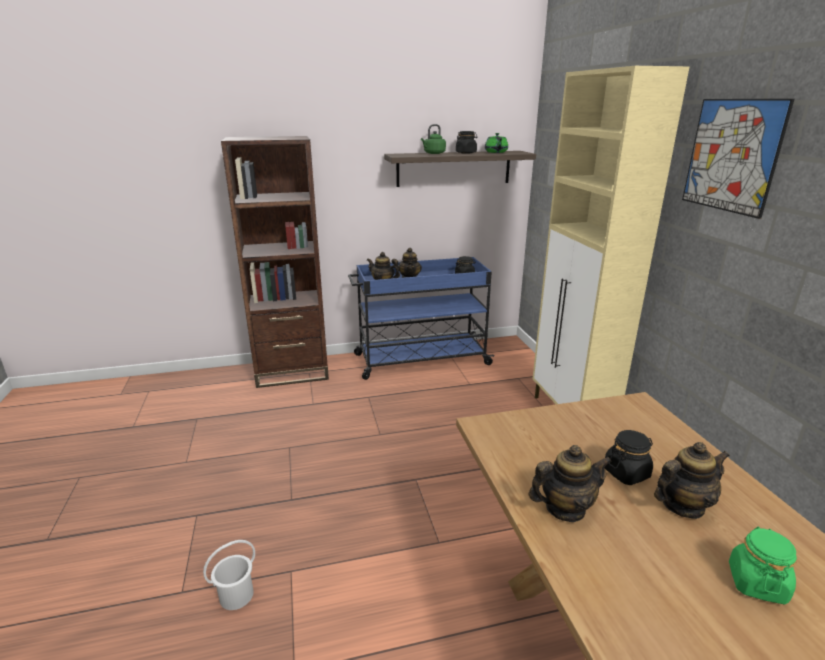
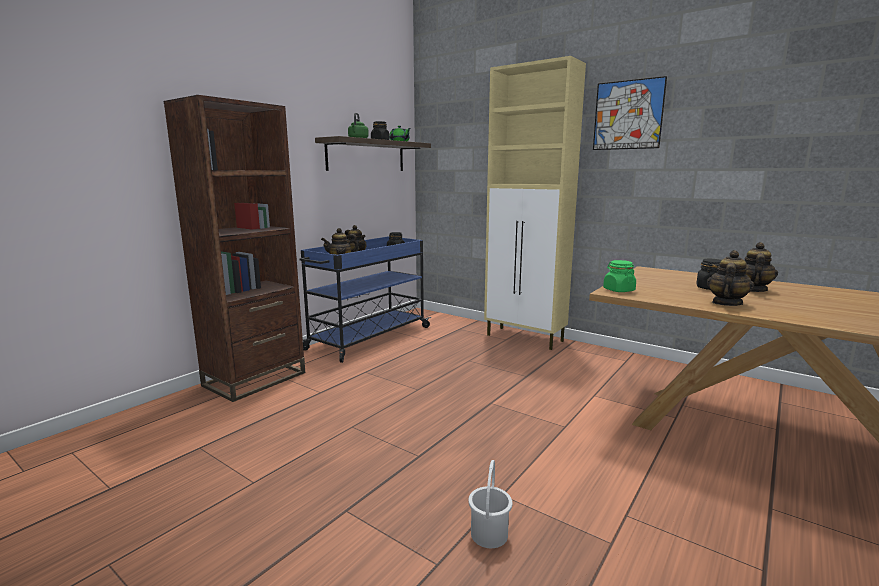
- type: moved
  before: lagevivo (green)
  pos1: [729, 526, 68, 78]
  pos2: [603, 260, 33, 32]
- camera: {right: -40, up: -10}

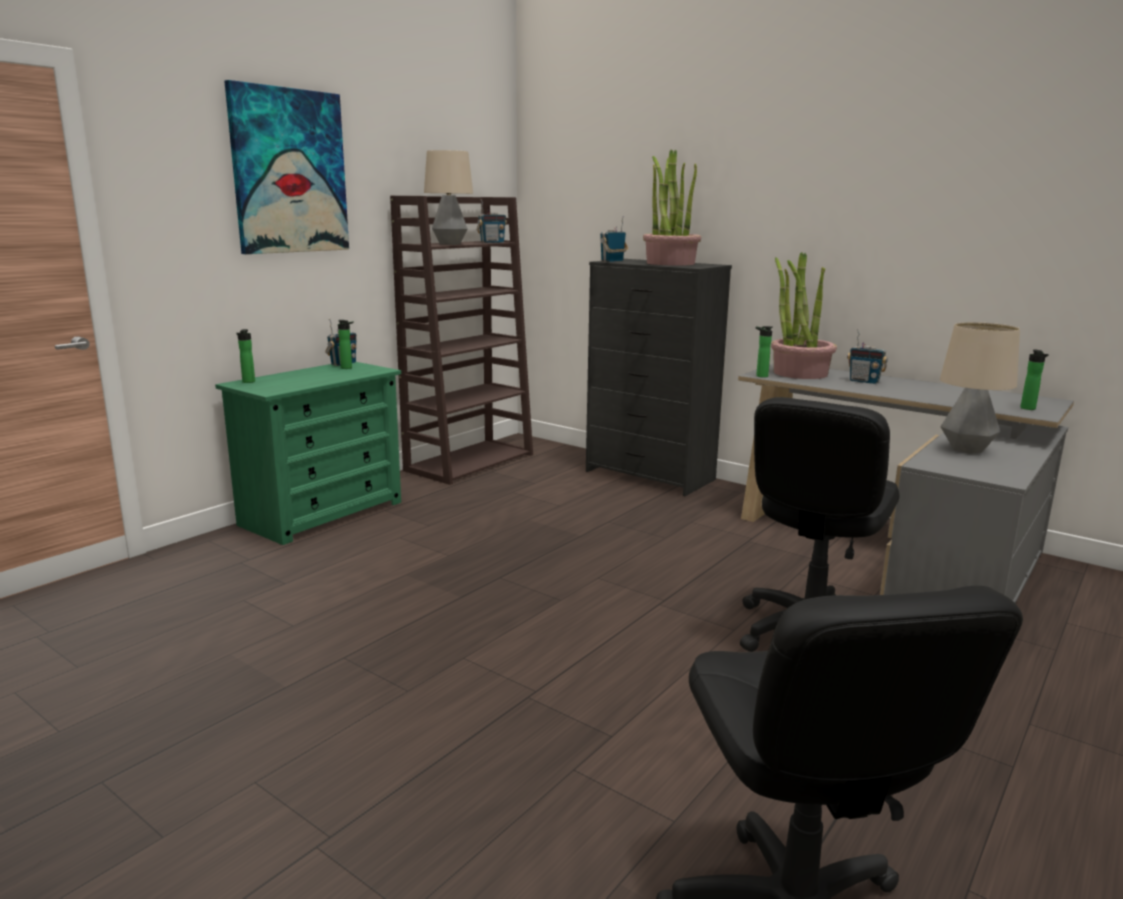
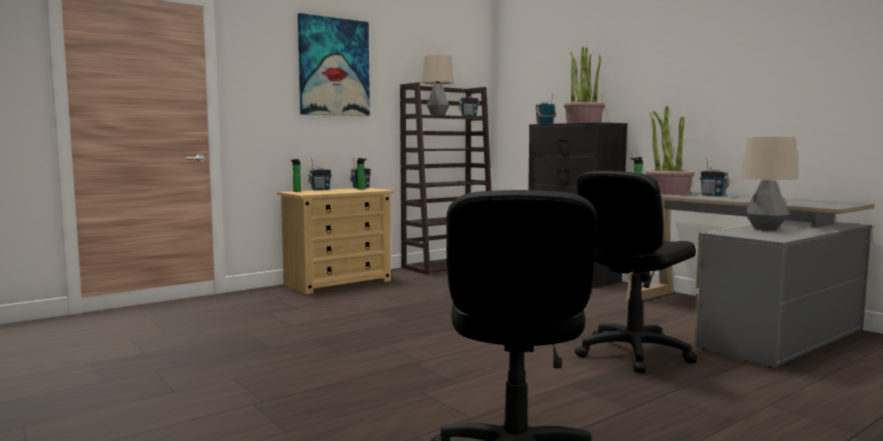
- type: removed
  before: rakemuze
  pos1: [1020, 349, 29, 61]
- type: added
  after: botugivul
  pos2: [308, 159, 24, 31]
- type: recoloured
  before: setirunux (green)
  after: setirunux (beige)
  pos1: [215, 362, 186, 183]
  pos2: [277, 188, 117, 106]
- camera: {right: 15, up: -10}

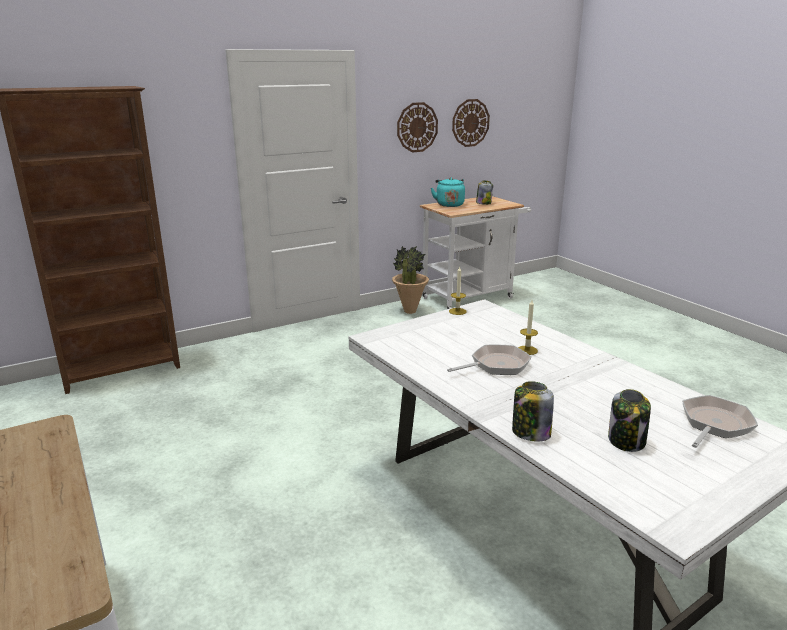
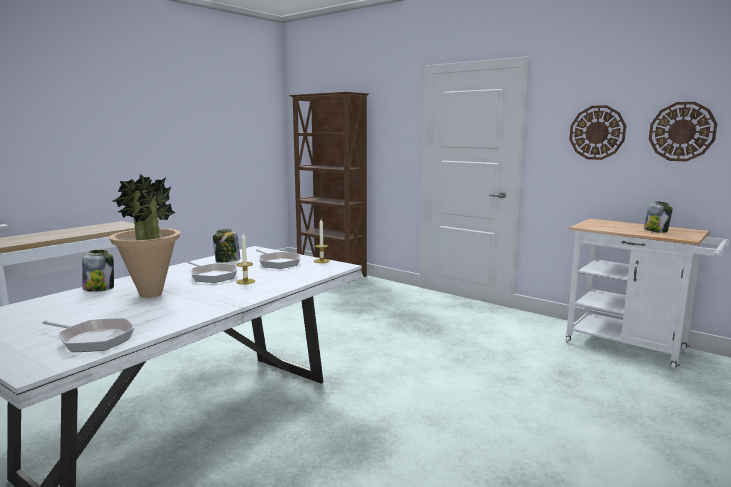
- type: removed
  before: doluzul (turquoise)
  pos1: [431, 177, 34, 30]
- type: added
  after: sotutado
  pos2: [256, 249, 45, 20]
- type: moved
  before: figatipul
  pos1: [392, 246, 37, 68]
  pos2: [109, 174, 72, 124]
- type: moved
  before: lagevivo
  pos1: [608, 389, 43, 63]
  pos2: [213, 229, 27, 34]
- camera: {right: 70, up: -10}

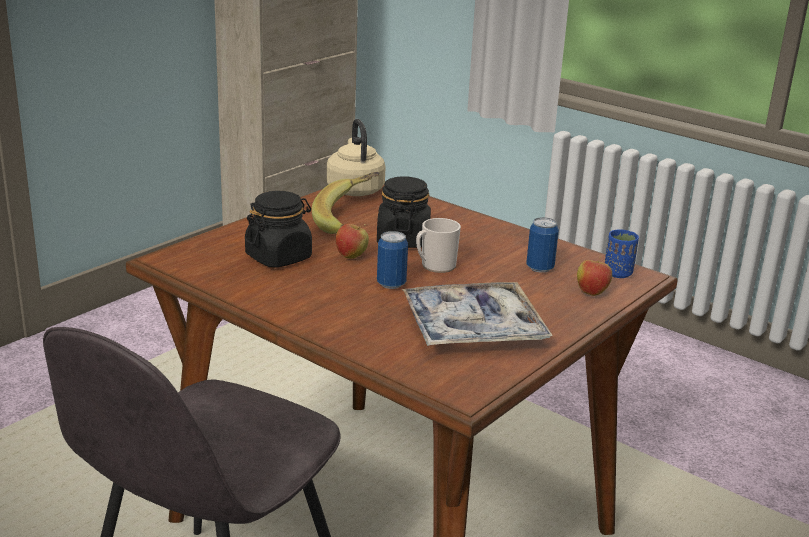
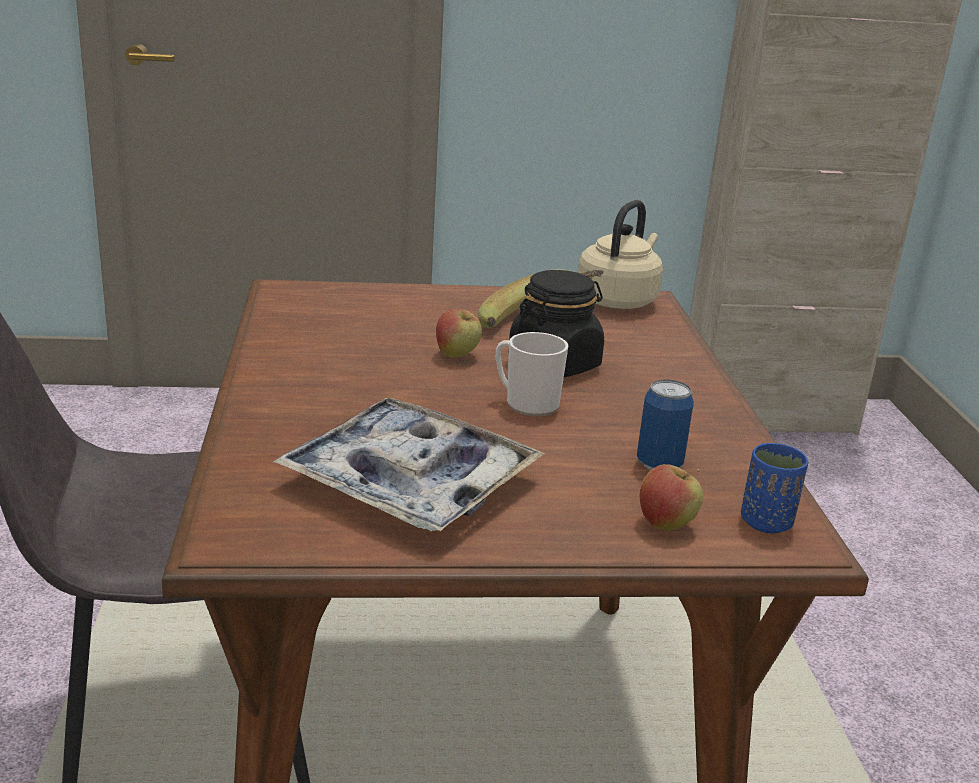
- type: removed
  before: lagevivo (black)
  pos1: [245, 191, 67, 77]
- type: removed
  before: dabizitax
  pos1: [377, 231, 31, 58]
- camera: {right: 45, up: 0}

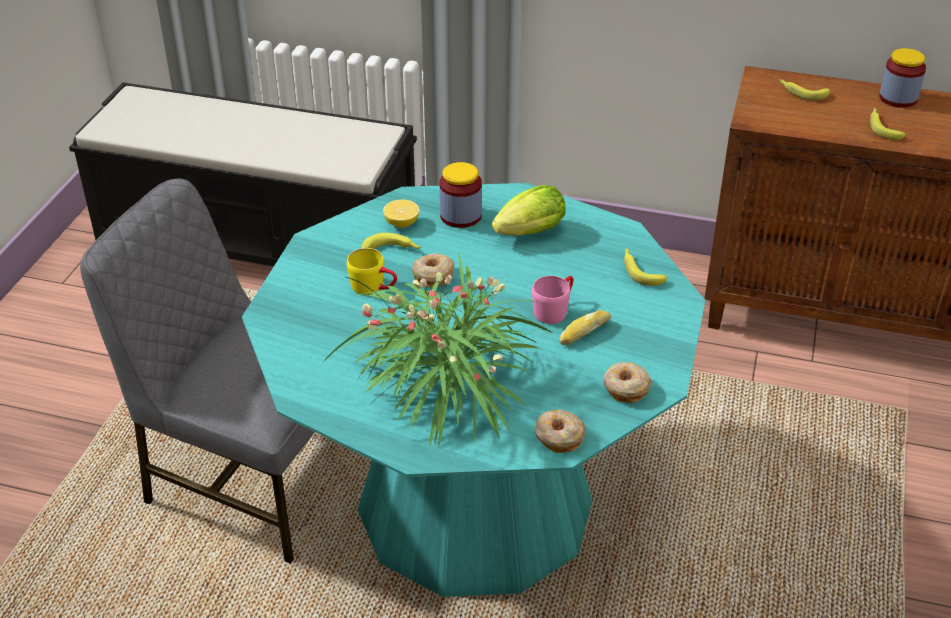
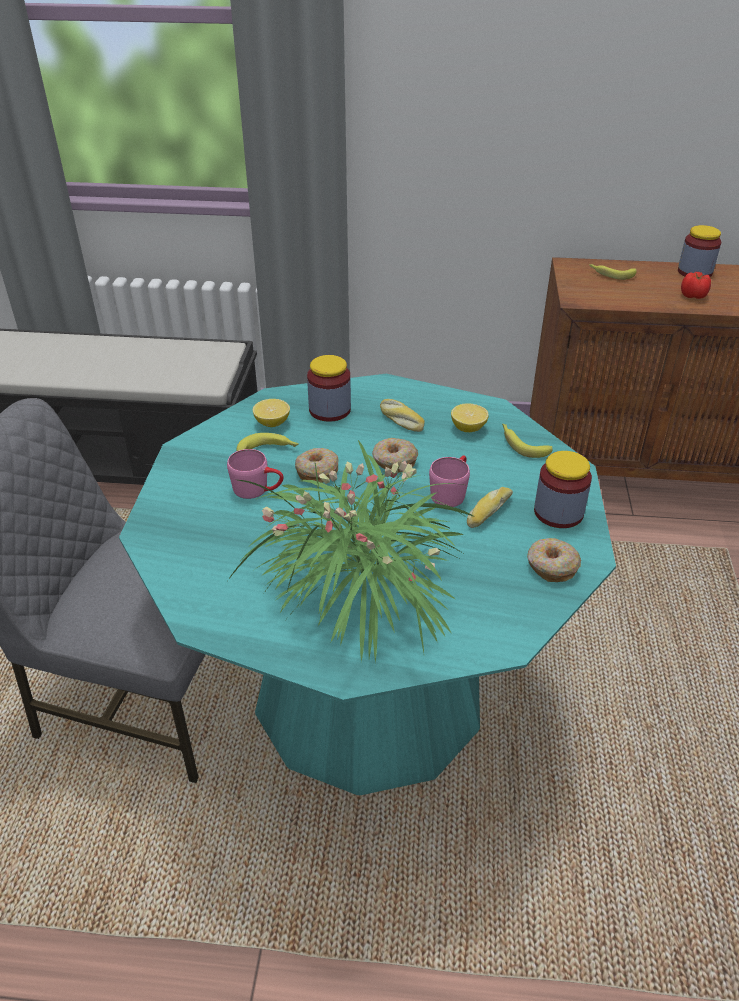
- type: added
  after: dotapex
  pos2: [451, 403, 38, 29]
- type: added
  after: lagevivo
  pos2: [534, 451, 58, 77]
- type: moved
  before: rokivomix
  pos1: [535, 409, 51, 44]
  pos2: [372, 438, 46, 35]
- type: replaced
  before: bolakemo
  after: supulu
  pos1: [492, 185, 74, 51]
  pos2: [380, 399, 45, 33]
- type: replaced
  before: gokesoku
  after: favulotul
  pos1: [870, 108, 36, 32]
  pos2: [681, 272, 30, 27]
- type: recoloured
  before: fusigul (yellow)
  after: fusigul (pink)
  pos1: [347, 248, 50, 47]
  pos2: [227, 449, 57, 50]
- camera: {right: -10, up: 0}

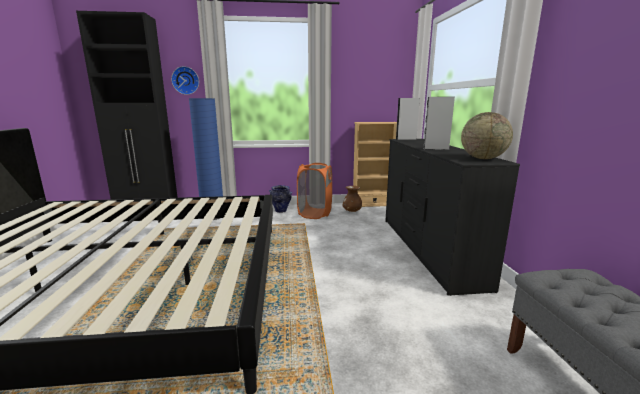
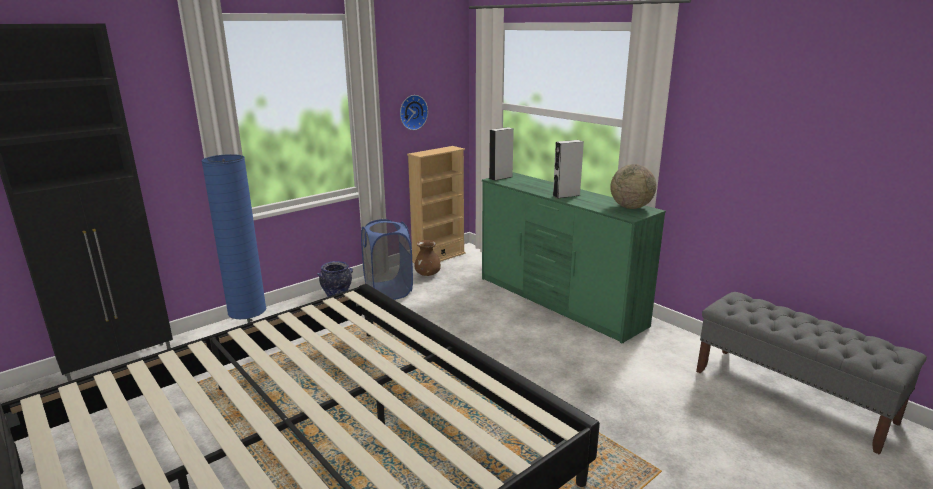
- type: moved
  before: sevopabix
  pos1: [171, 66, 28, 29]
  pos2: [400, 95, 28, 35]
- type: recoloured
  before: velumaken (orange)
  after: velumaken (blue)
  pos1: [297, 163, 35, 56]
  pos2: [361, 219, 52, 81]
- type: recoloured
  before: setirunux (black)
  after: setirunux (green)
  pos1: [385, 139, 135, 157]
  pos2: [482, 172, 184, 172]
- camera: {right: -35, up: 5}

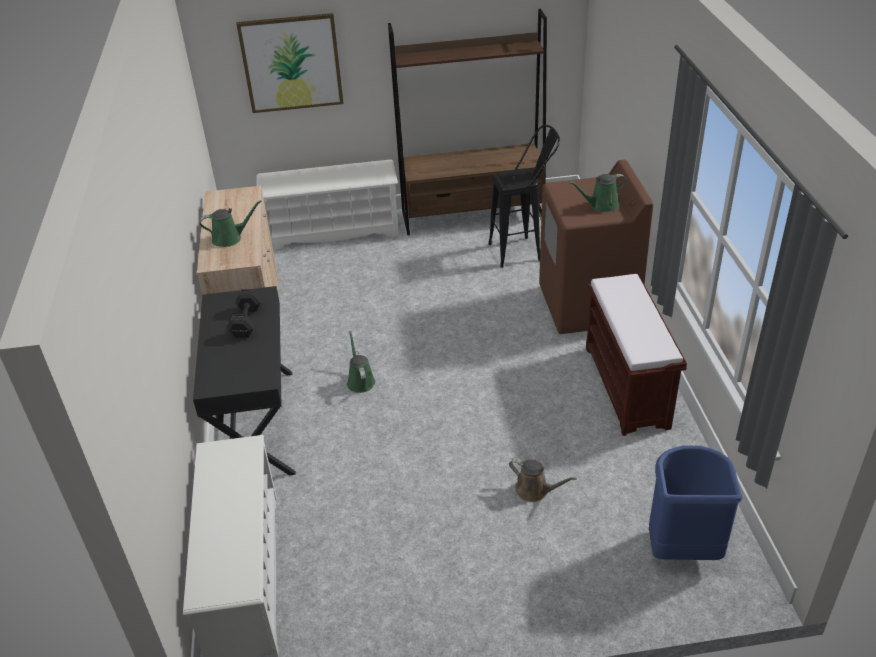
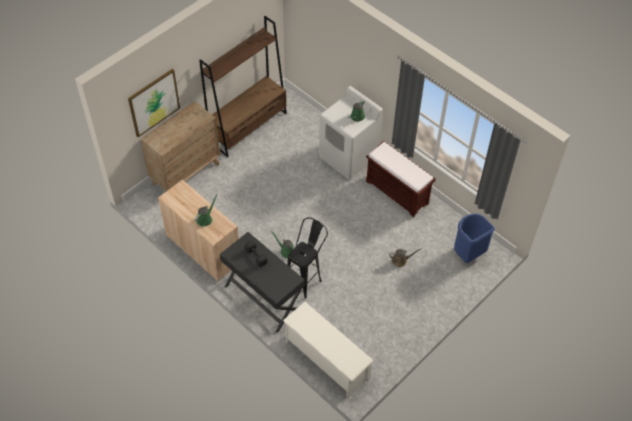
- type: moved
  before: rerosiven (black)
  pos1: [488, 125, 72, 143]
  pos2: [287, 217, 41, 82]
- type: replaced
  before: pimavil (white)
  after: setirunux (brown)
  pos1: [256, 159, 143, 91]
  pos2: [141, 101, 79, 90]
- type: recoloured
  before: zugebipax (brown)
  after: zugebipax (white)
  pos1: [539, 160, 115, 174]
  pos2: [319, 86, 64, 94]
- camera: {right: -40, up: 15}

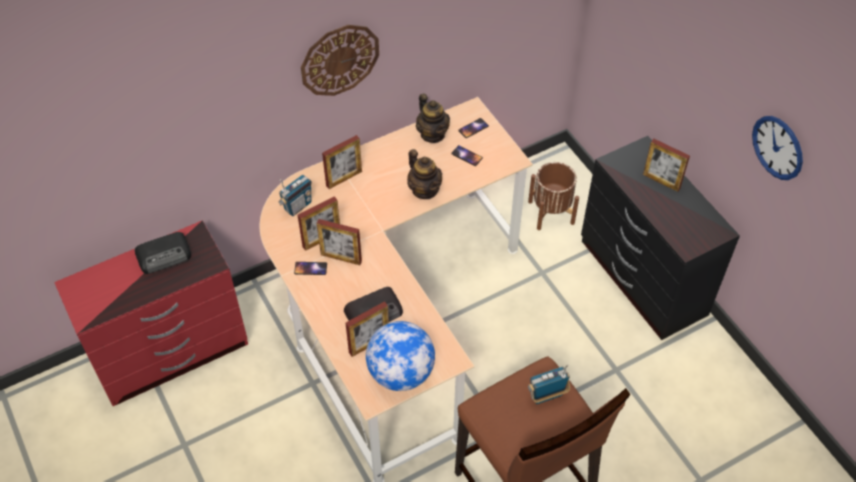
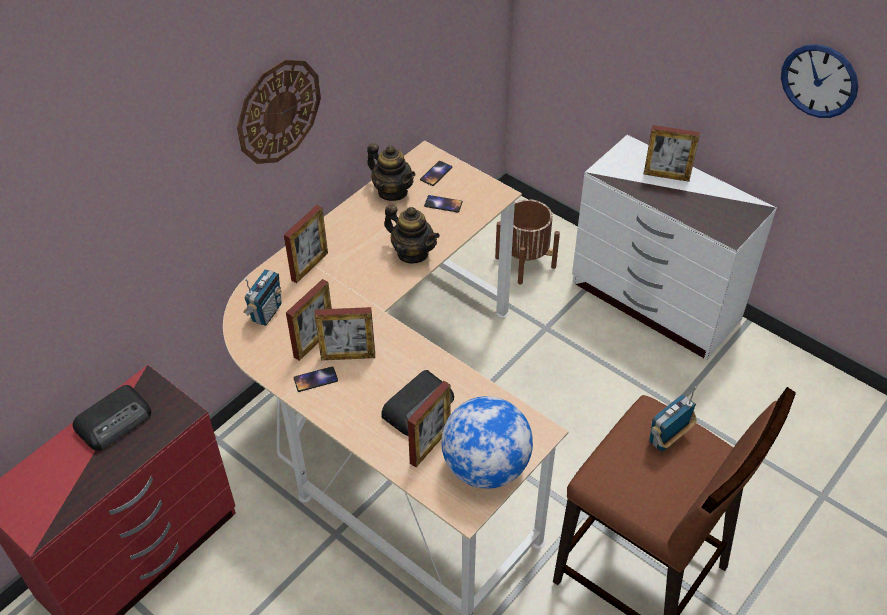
- type: recoloured
  before: setirunux (black)
  after: setirunux (white)
  pos1: [581, 136, 159, 204]
  pos2: [572, 135, 205, 225]
- camera: {right: -20, up: -5}

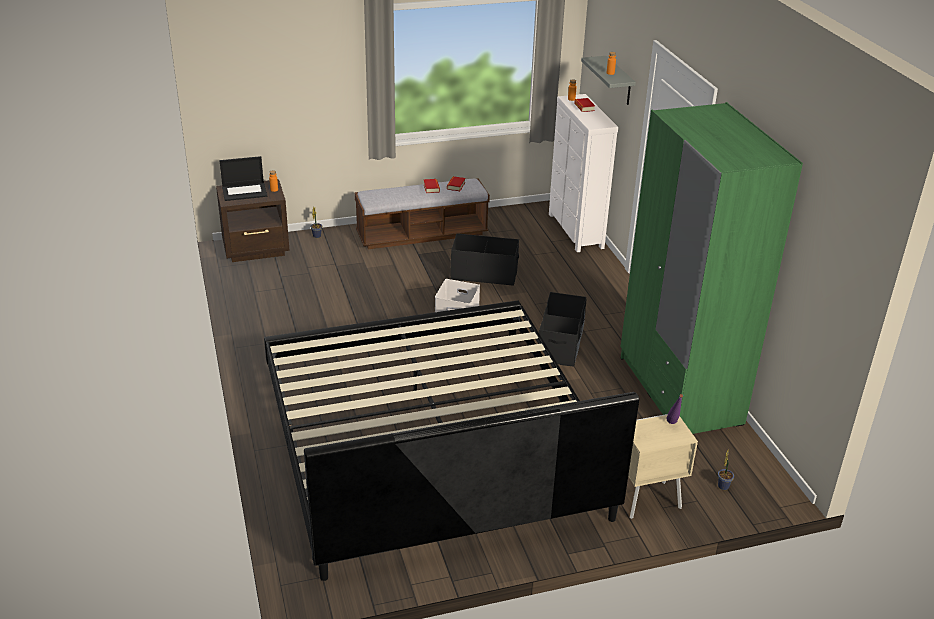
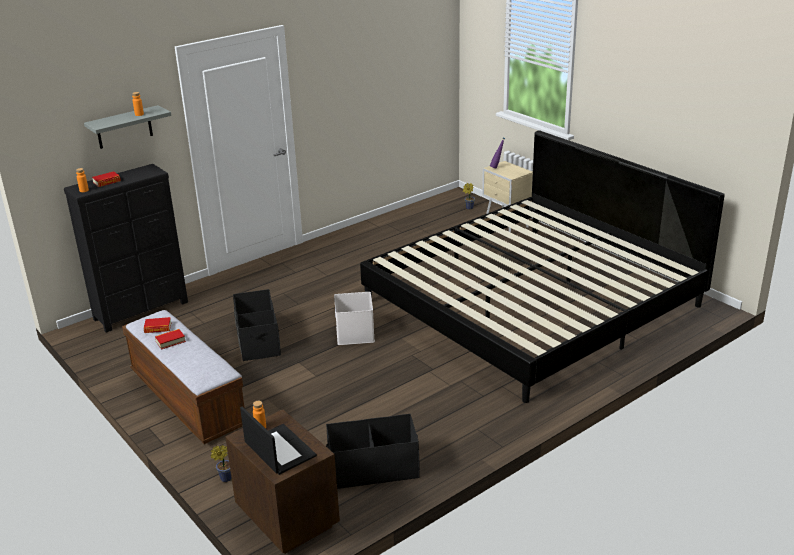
- type: removed
  before: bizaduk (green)
  pos1: [620, 102, 183, 332]
- type: moved
  before: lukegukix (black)
  pos1: [539, 292, 47, 75]
  pos2: [326, 414, 94, 75]
- type: recoloured
  before: setirunux (white)
  after: setirunux (black)
  pos1: [549, 94, 69, 158]
  pos2: [64, 164, 124, 169]
- camera: {right: -110, up: -5}

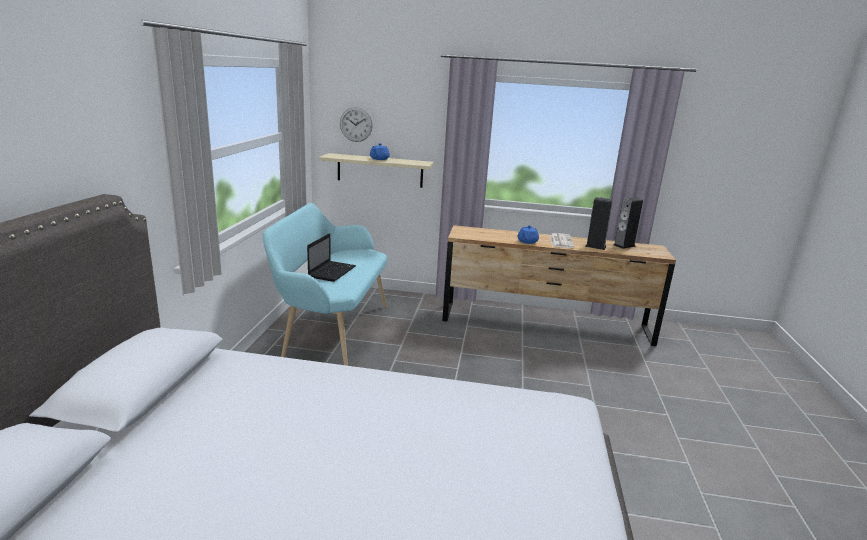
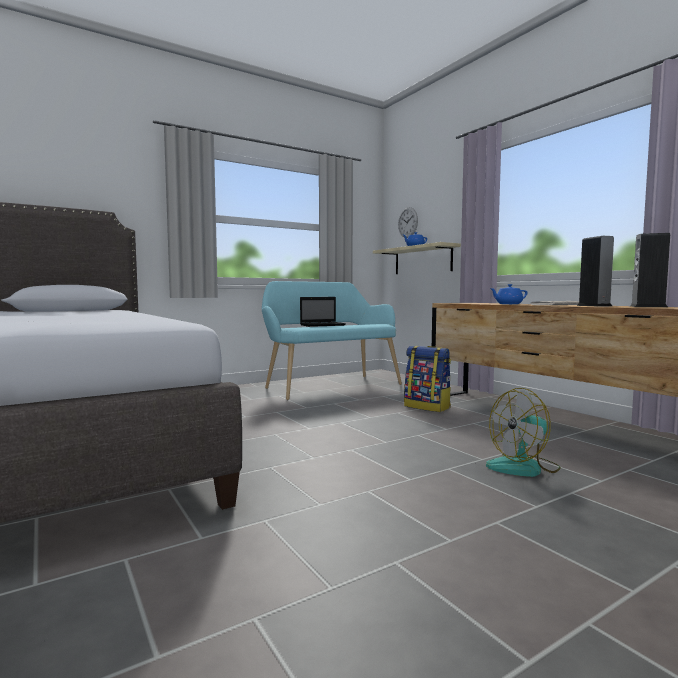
- type: added
  after: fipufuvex
  pos2: [404, 346, 47, 66]
- type: added
  after: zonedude
  pos2: [486, 388, 75, 89]
- camera: {right: 50, up: -15}

